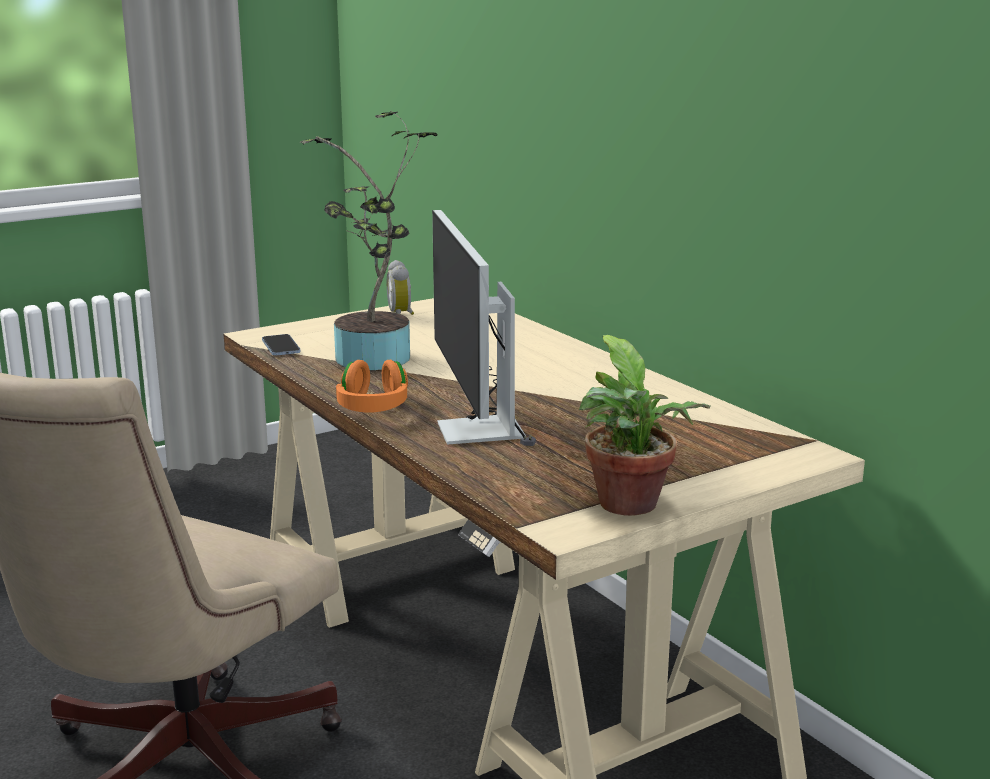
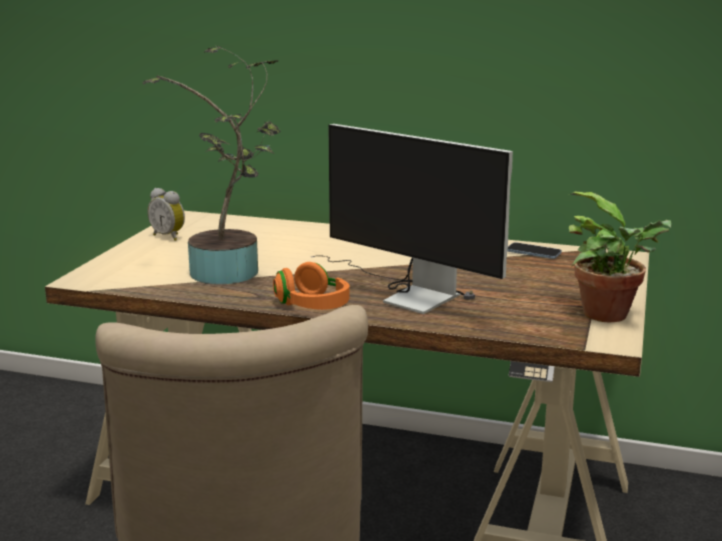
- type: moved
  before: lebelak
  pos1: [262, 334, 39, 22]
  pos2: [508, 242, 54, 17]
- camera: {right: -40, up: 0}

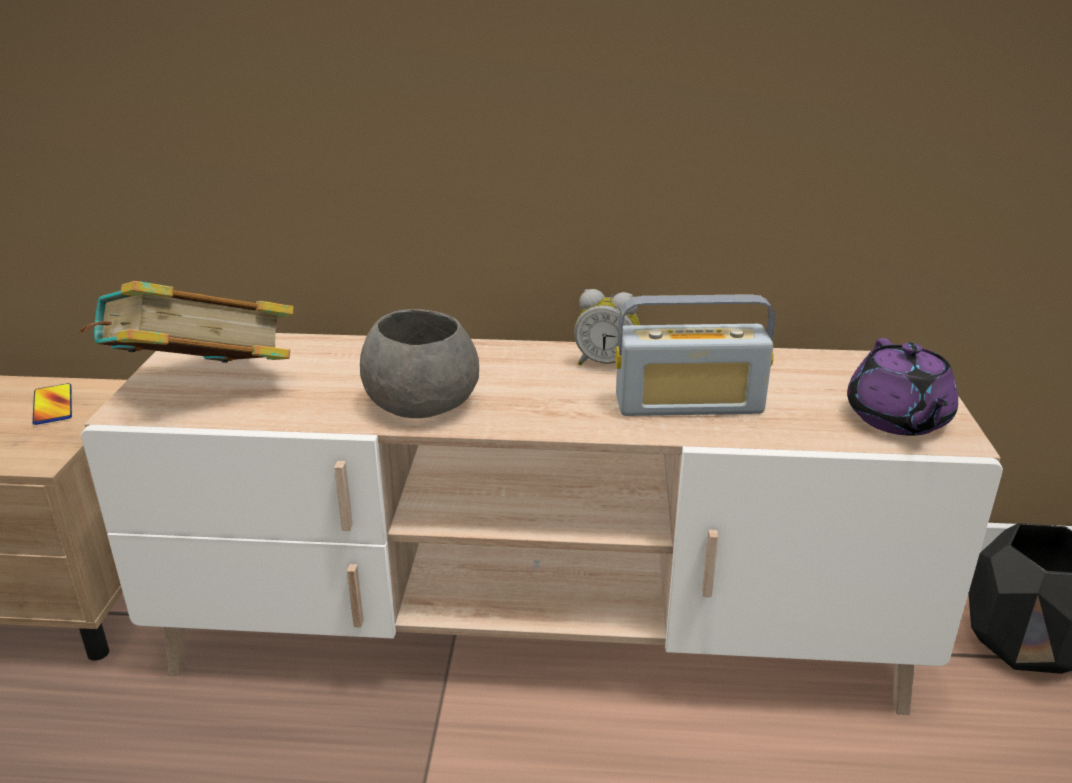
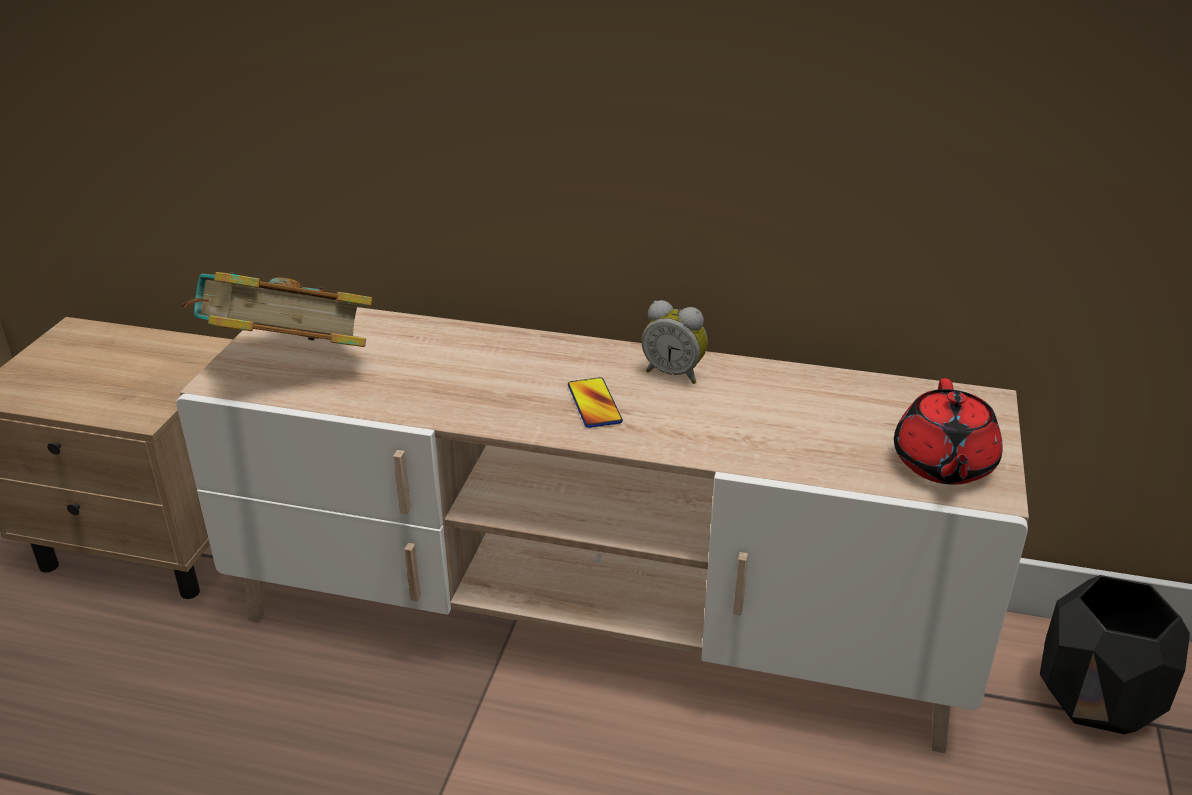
- type: removed
  before: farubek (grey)
  pos1: [360, 309, 119, 109]
- type: removed
  before: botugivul
  pos1: [615, 294, 160, 122]
- type: moved
  before: lebelak
  pos1: [32, 383, 40, 42]
  pos2: [568, 377, 55, 51]
- type: recoloured
  before: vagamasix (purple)
  after: vagamasix (red)
  pos1: [847, 338, 111, 98]
  pos2: [894, 378, 108, 107]
- camera: {right: 10, up: 5}

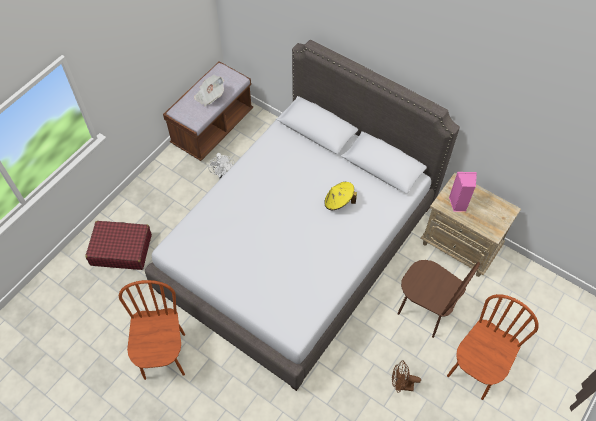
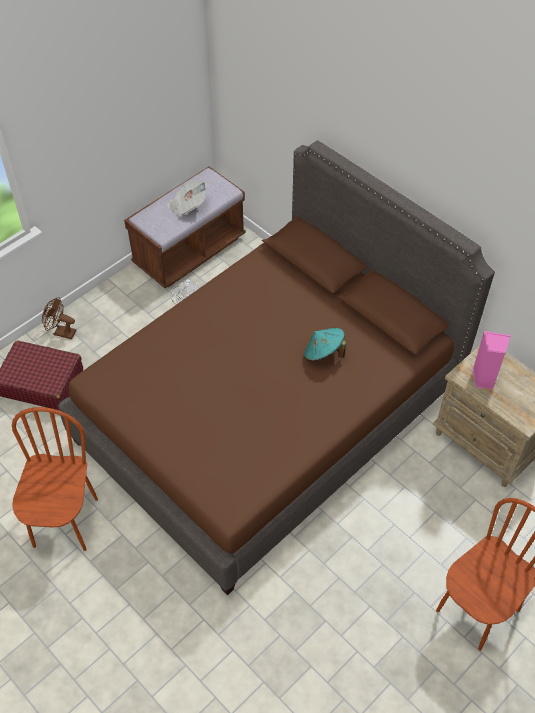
- type: removed
  before: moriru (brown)
  pos1: [398, 260, 82, 78]
- type: moved
  before: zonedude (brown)
  pos1: [392, 361, 29, 32]
  pos2: [42, 297, 34, 43]
- type: recoloured
  before: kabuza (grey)
  after: kabuza (brown)
  pos1: [145, 40, 315, 351]
  pos2: [58, 141, 437, 454]
- type: recoloured
  before: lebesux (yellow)
  after: lebesux (turquoise)
  pos1: [324, 182, 33, 28]
  pos2: [304, 328, 43, 33]
- camera: {right: 10, up: -5}

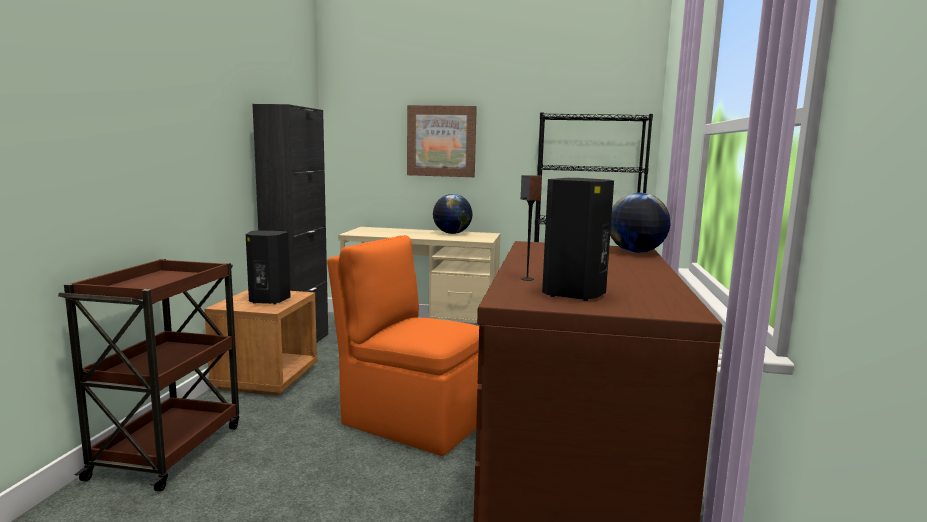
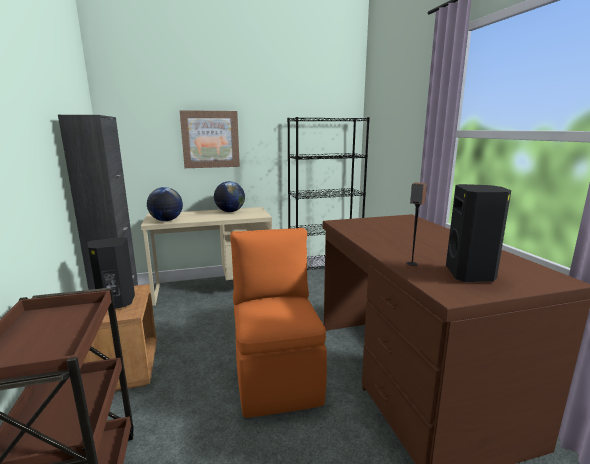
- type: moved
  before: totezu
  pos1: [610, 193, 60, 60]
  pos2: [147, 187, 36, 34]
- type: turned
  before: moriru (orange)
  pos1: [327, 235, 152, 221]
  pos2: [230, 228, 97, 190]
  turn: 75
- camera: {right: -25, up: 5}

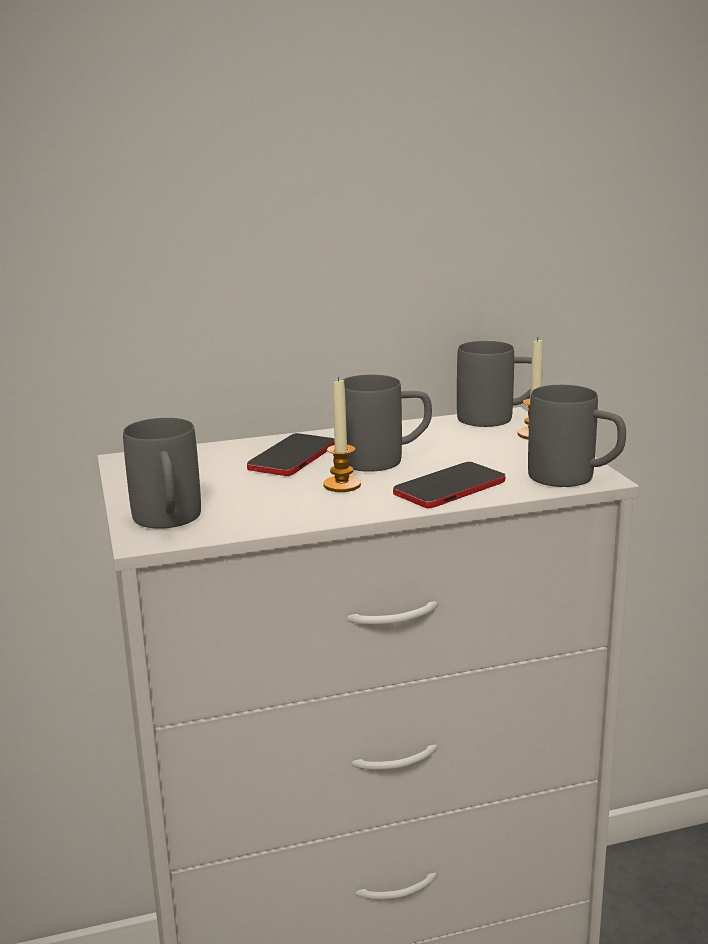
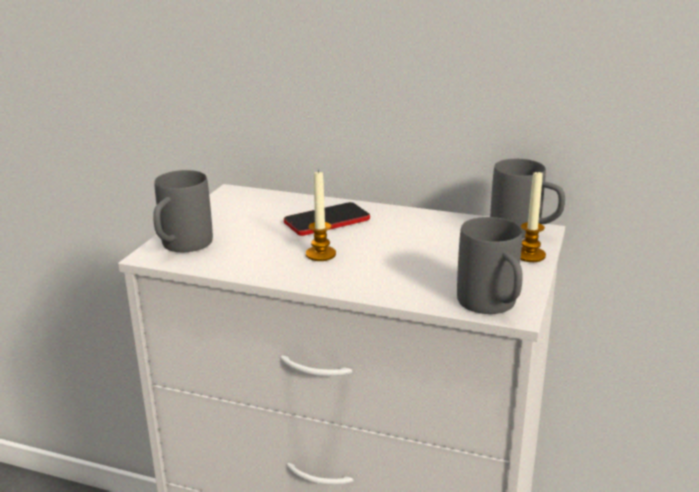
- type: removed
  before: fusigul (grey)
  pos1: [343, 375, 89, 97]
- type: removed
  before: lebelak
  pos1: [393, 462, 112, 46]
- camera: {right: 35, up: 5}

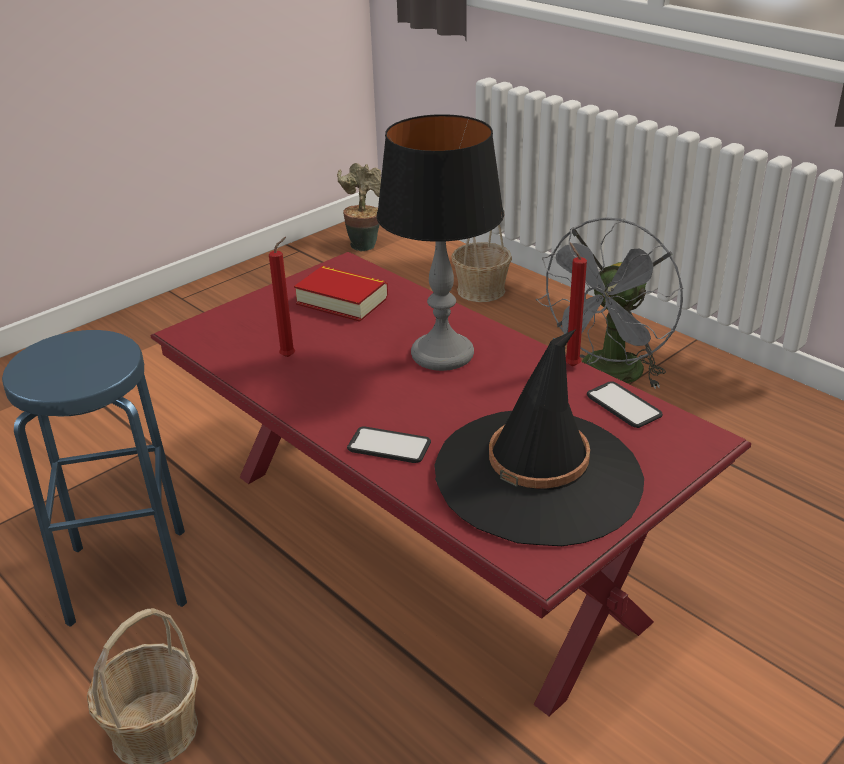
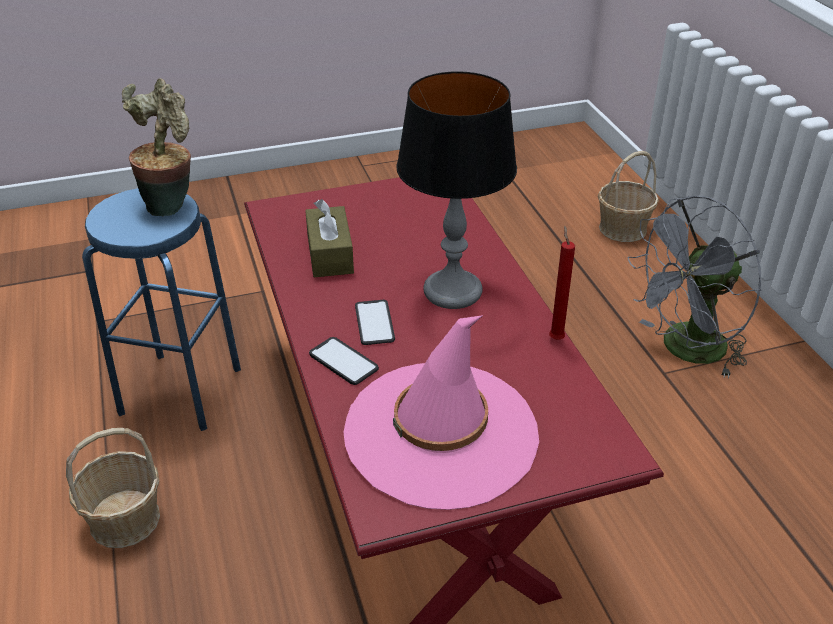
- type: removed
  before: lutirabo
  pos1: [294, 266, 94, 56]
- type: moved
  before: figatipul
  pos1: [337, 163, 44, 88]
  pos2: [122, 78, 69, 138]
- type: moved
  before: lebelak
  pos1: [587, 381, 76, 47]
  pos2: [355, 300, 40, 45]
- type: replaced
  before: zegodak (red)
  after: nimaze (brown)
  pos1: [269, 237, 26, 120]
  pos2: [305, 199, 49, 78]
- type: recoloured
  before: lebesux (black)
  after: lebesux (pink)
  pos1: [434, 329, 210, 217]
  pos2: [344, 315, 195, 195]
- camera: {right: 25, up: 5}

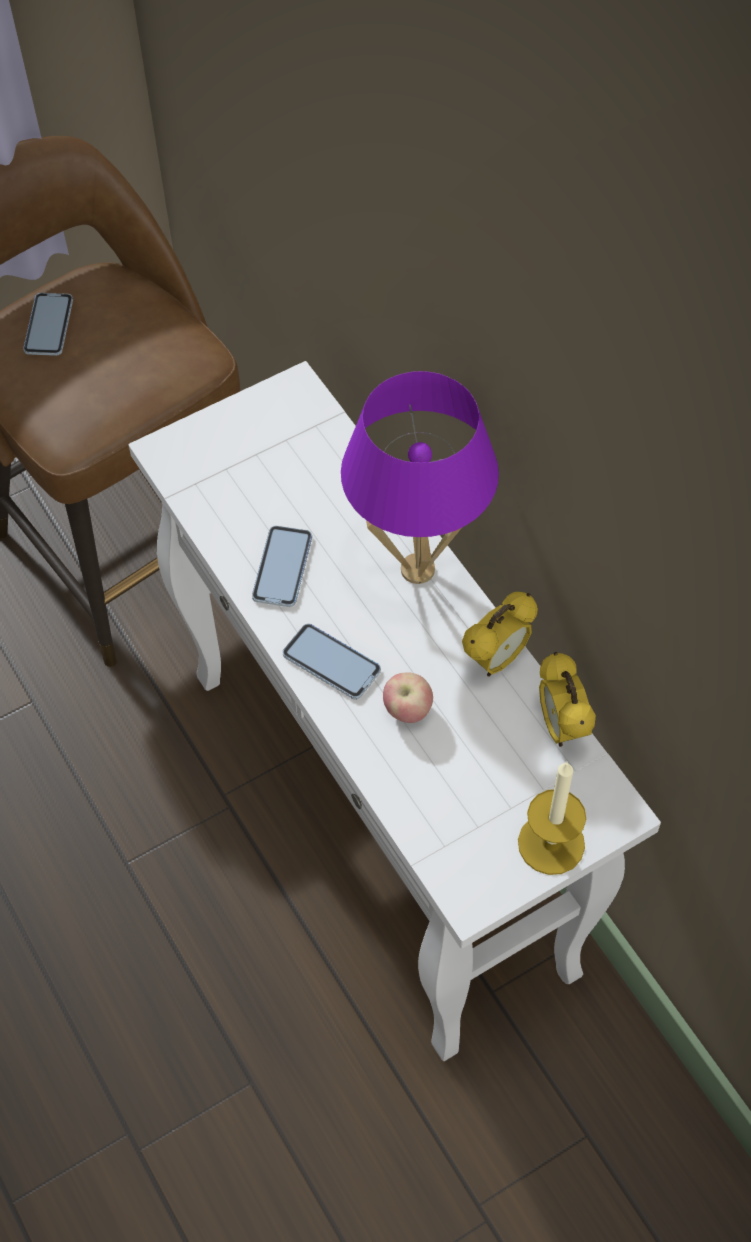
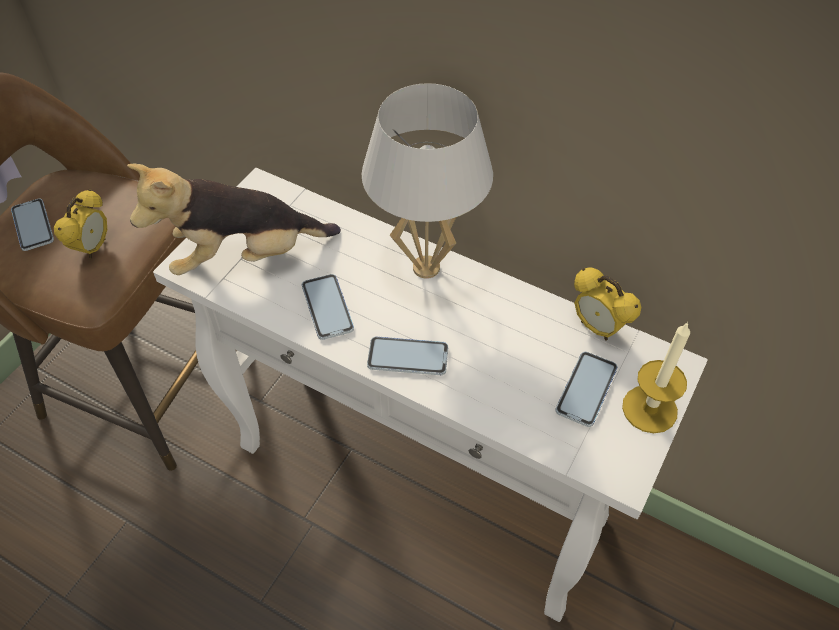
- type: removed
  before: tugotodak
  pos1: [383, 672, 50, 51]
- type: added
  after: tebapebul
  pos2: [127, 164, 214, 111]
- type: added
  after: lebelak
  pos2: [555, 352, 63, 75]
- type: moved
  before: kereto
  pos1: [462, 592, 76, 85]
  pos2: [54, 189, 53, 70]
- type: recoloured
  before: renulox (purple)
  after: renulox (white)
  pos1: [341, 371, 158, 213]
  pos2: [362, 83, 131, 196]
- camera: {right: -30, up: -5}

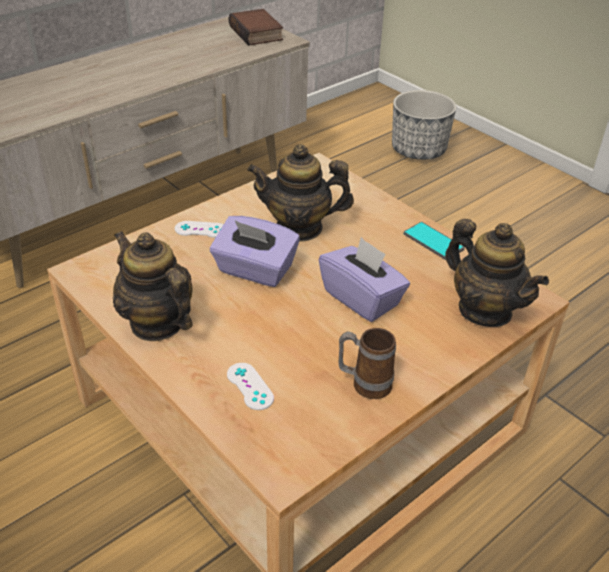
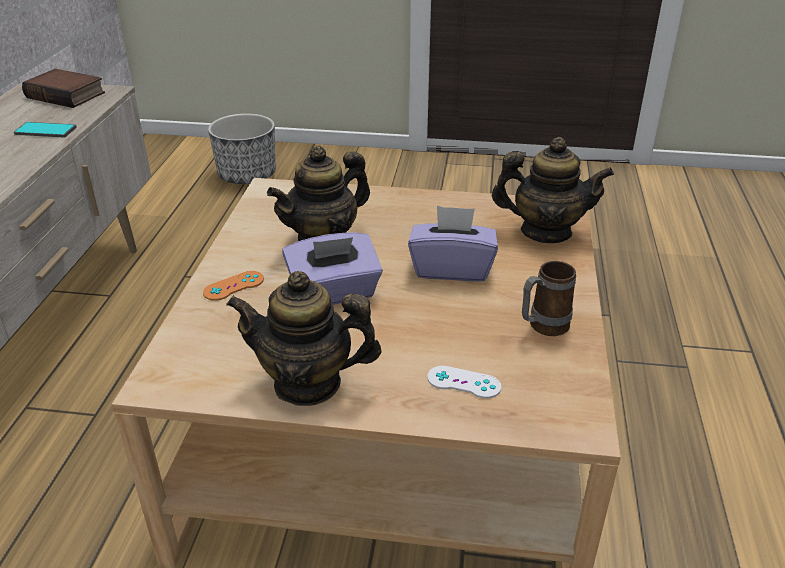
- type: moved
  before: lebelak
  pos1: [404, 222, 61, 38]
  pos2: [14, 122, 63, 15]
- type: recoloured
  before: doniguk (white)
  after: doniguk (orange)
  pos1: [175, 221, 49, 17]
  pos2: [203, 271, 61, 30]
- camera: {right: -40, up: -5}

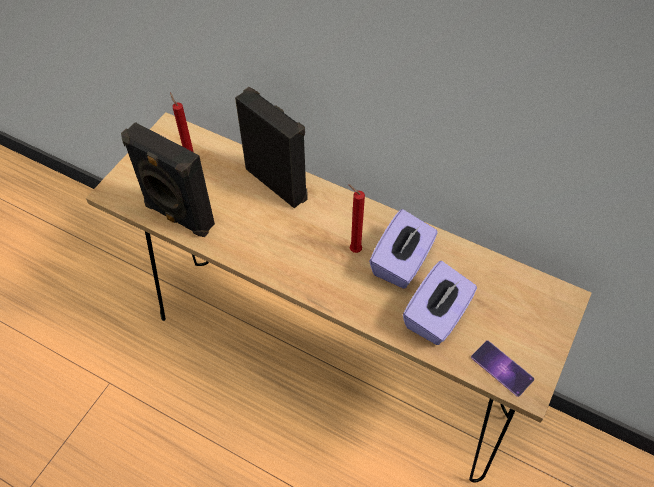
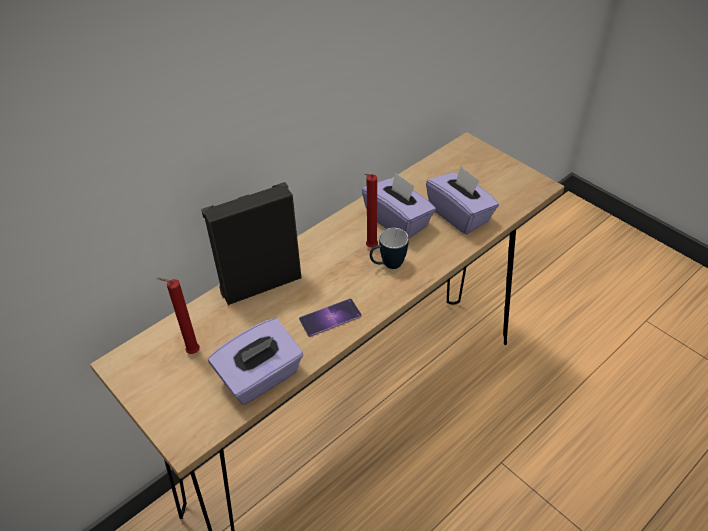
- type: added
  after: fusigul
  pos2: [370, 228, 39, 41]
- type: moved
  before: lebelak
  pos1: [471, 340, 63, 57]
  pos2: [299, 298, 63, 39]
- type: replaced
  before: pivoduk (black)
  after: nimaze (purple)
  pos1: [121, 122, 94, 115]
  pos2: [208, 318, 95, 87]
- camera: {right: -70, up: -10}

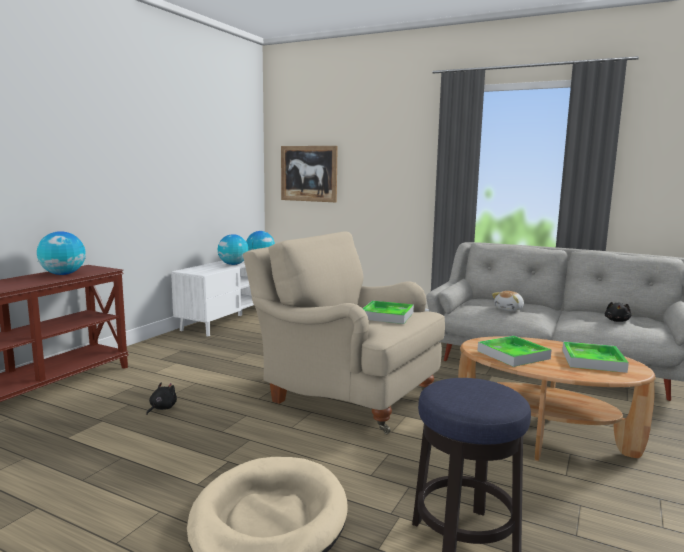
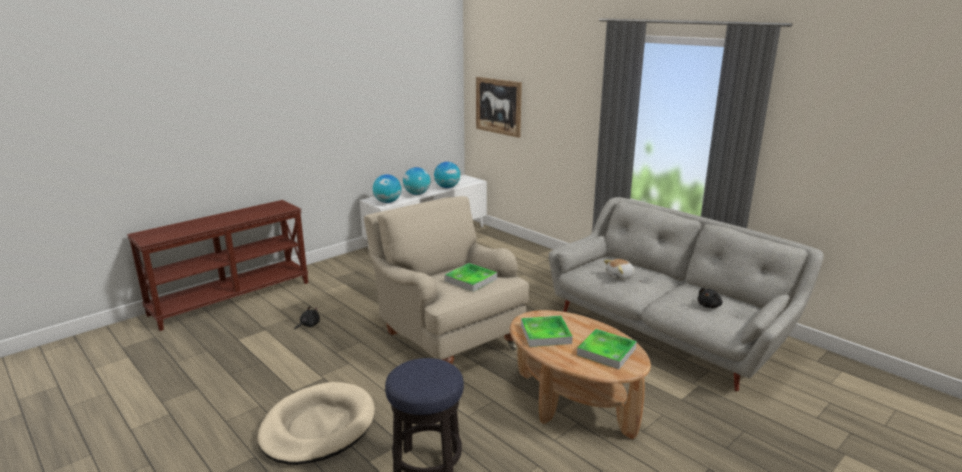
- type: moved
  before: totezu
  pos1: [37, 231, 49, 44]
  pos2: [373, 174, 28, 29]
- camera: {right: 20, up: 10}

